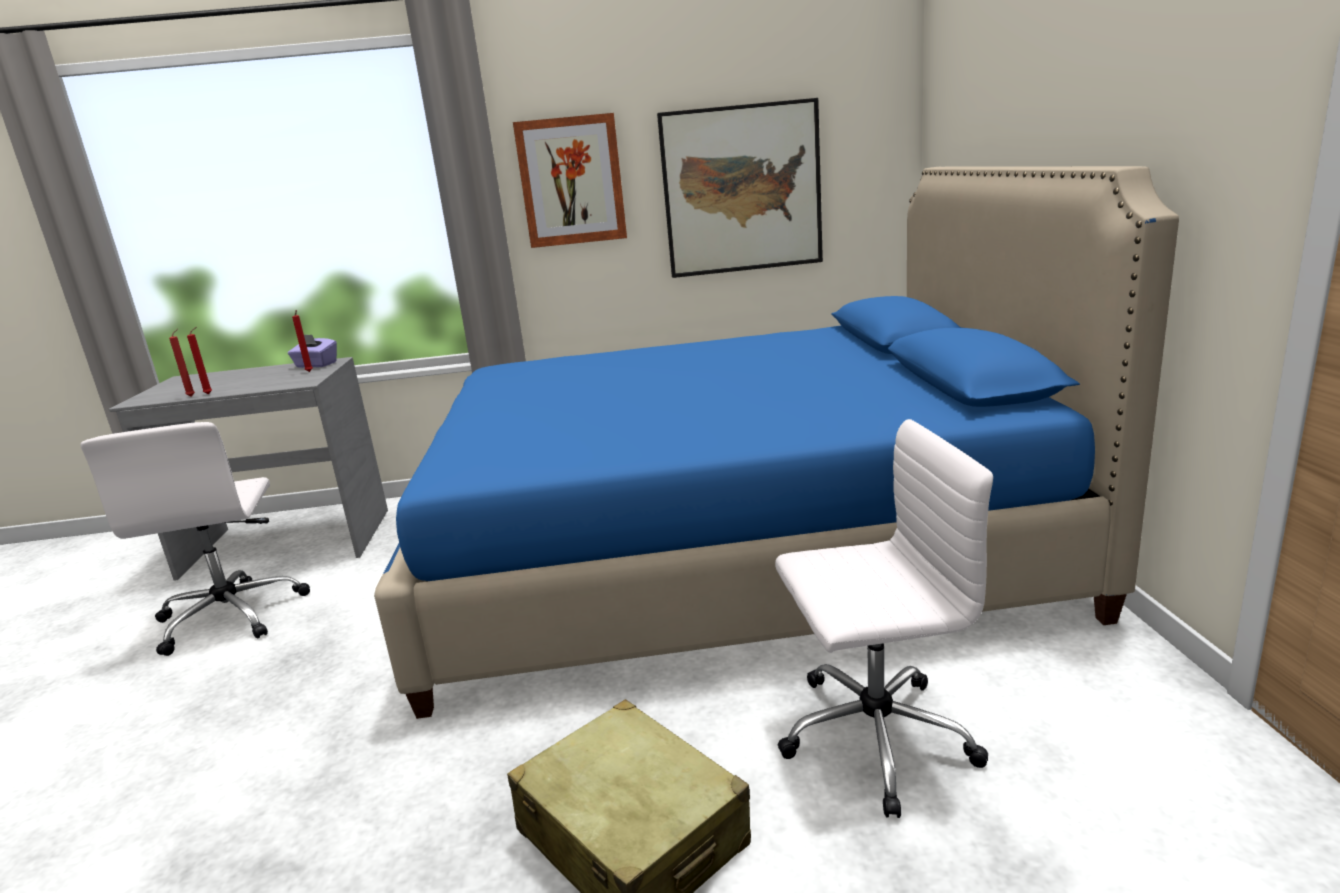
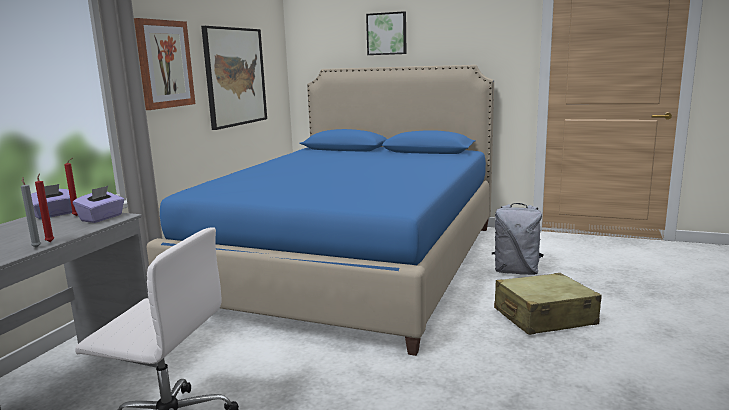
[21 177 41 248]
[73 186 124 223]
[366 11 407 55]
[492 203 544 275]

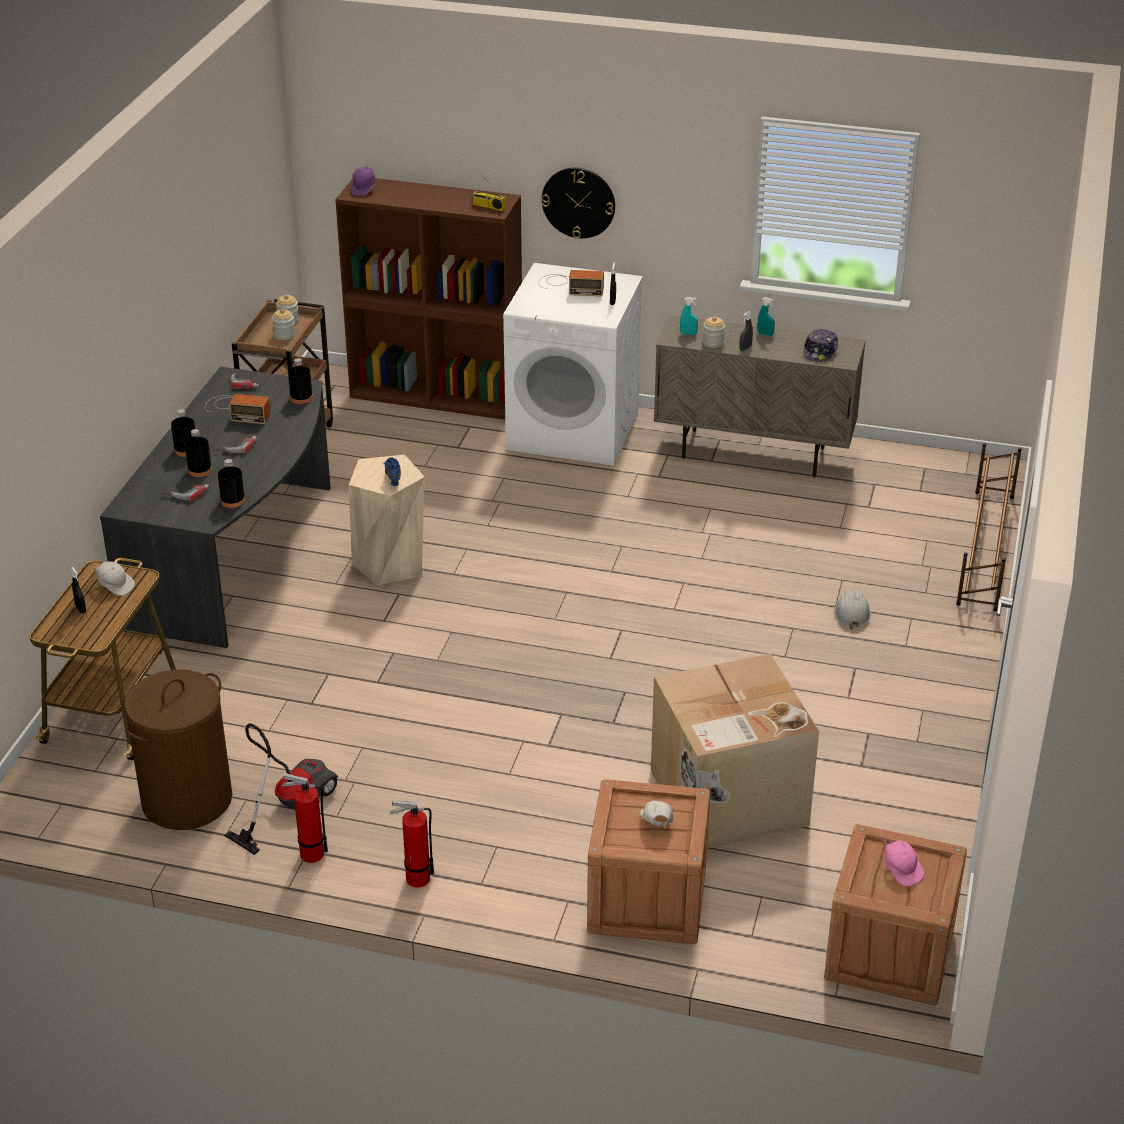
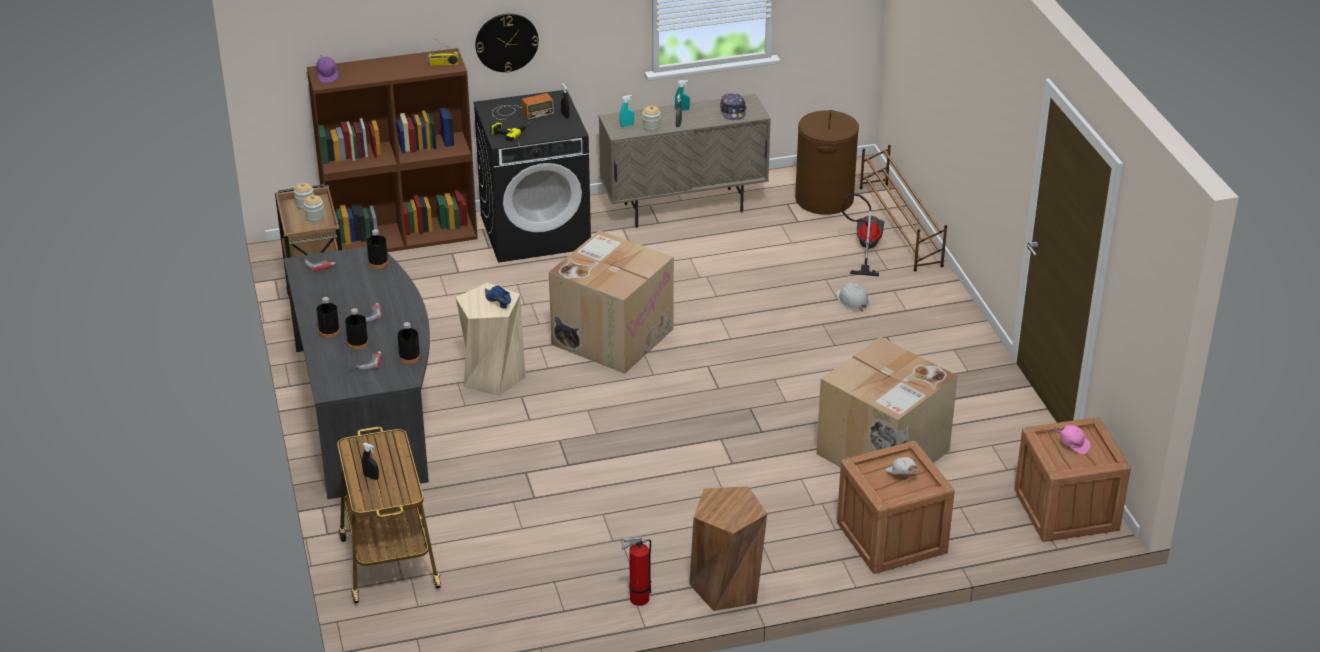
[473 90 591 263]
[490 120 532 142]
[549 230 674 374]
[689 486 767 611]
[795 110 859 215]
[842 194 885 276]
[90 562 135 596] (first image)
[205 394 270 424] (first image)

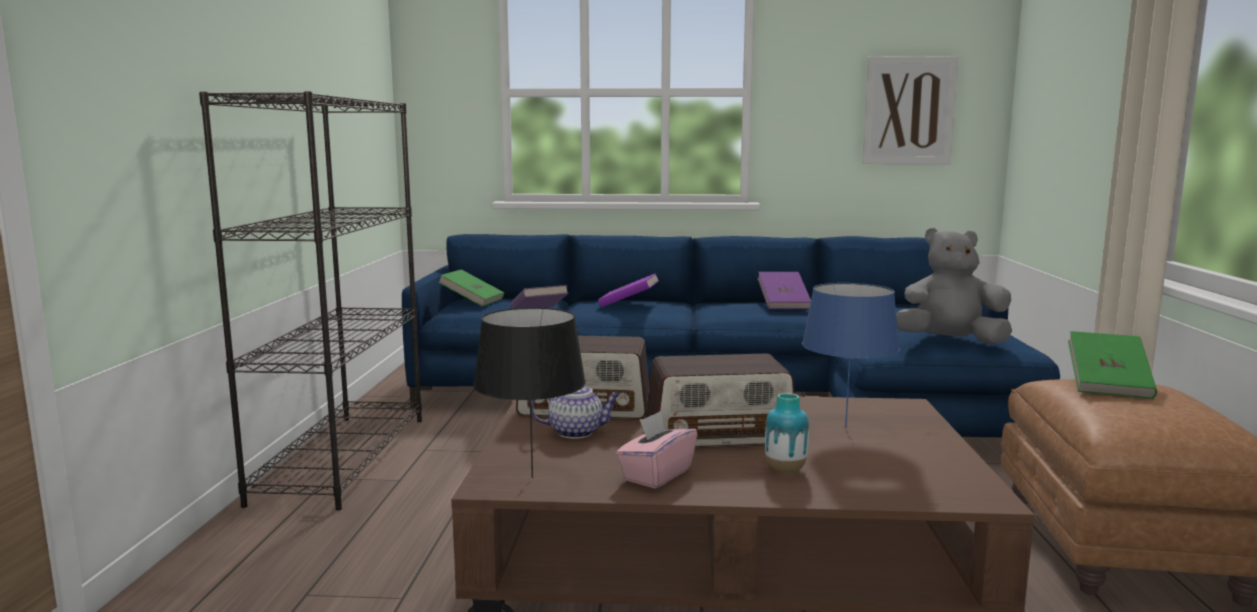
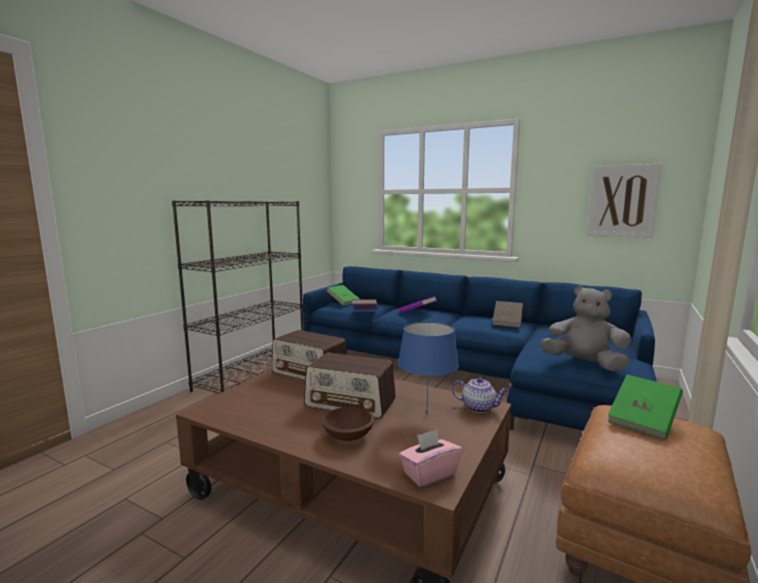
[322 407 374 441]
[399 429 462 487]
[452 377 508 413]
[492 301 523 328]
[473 307 586 478] (first image)

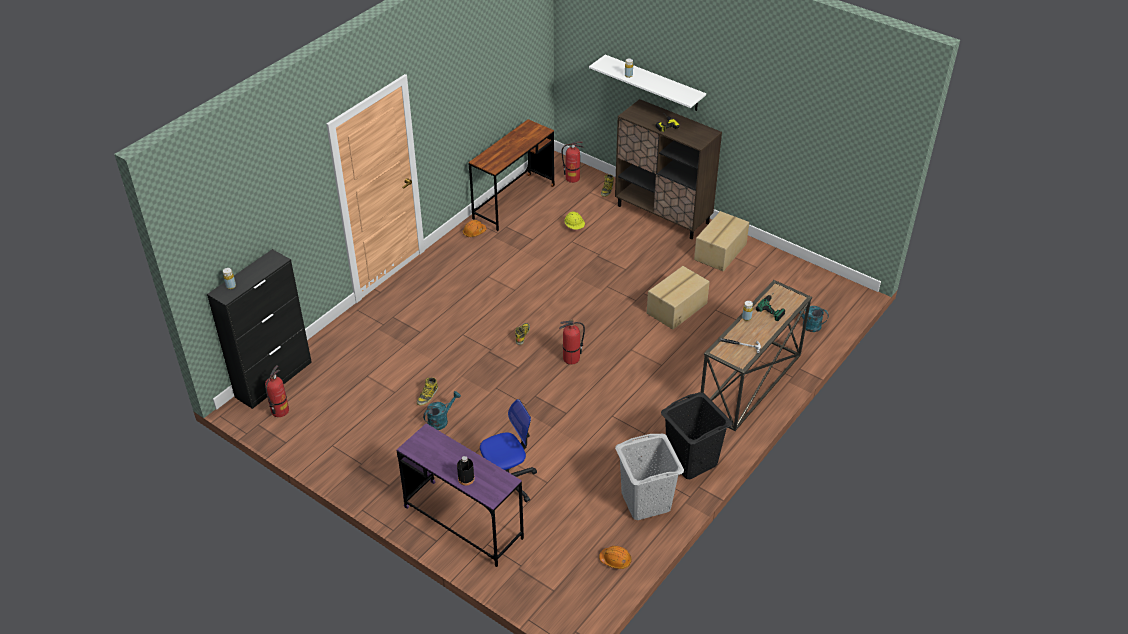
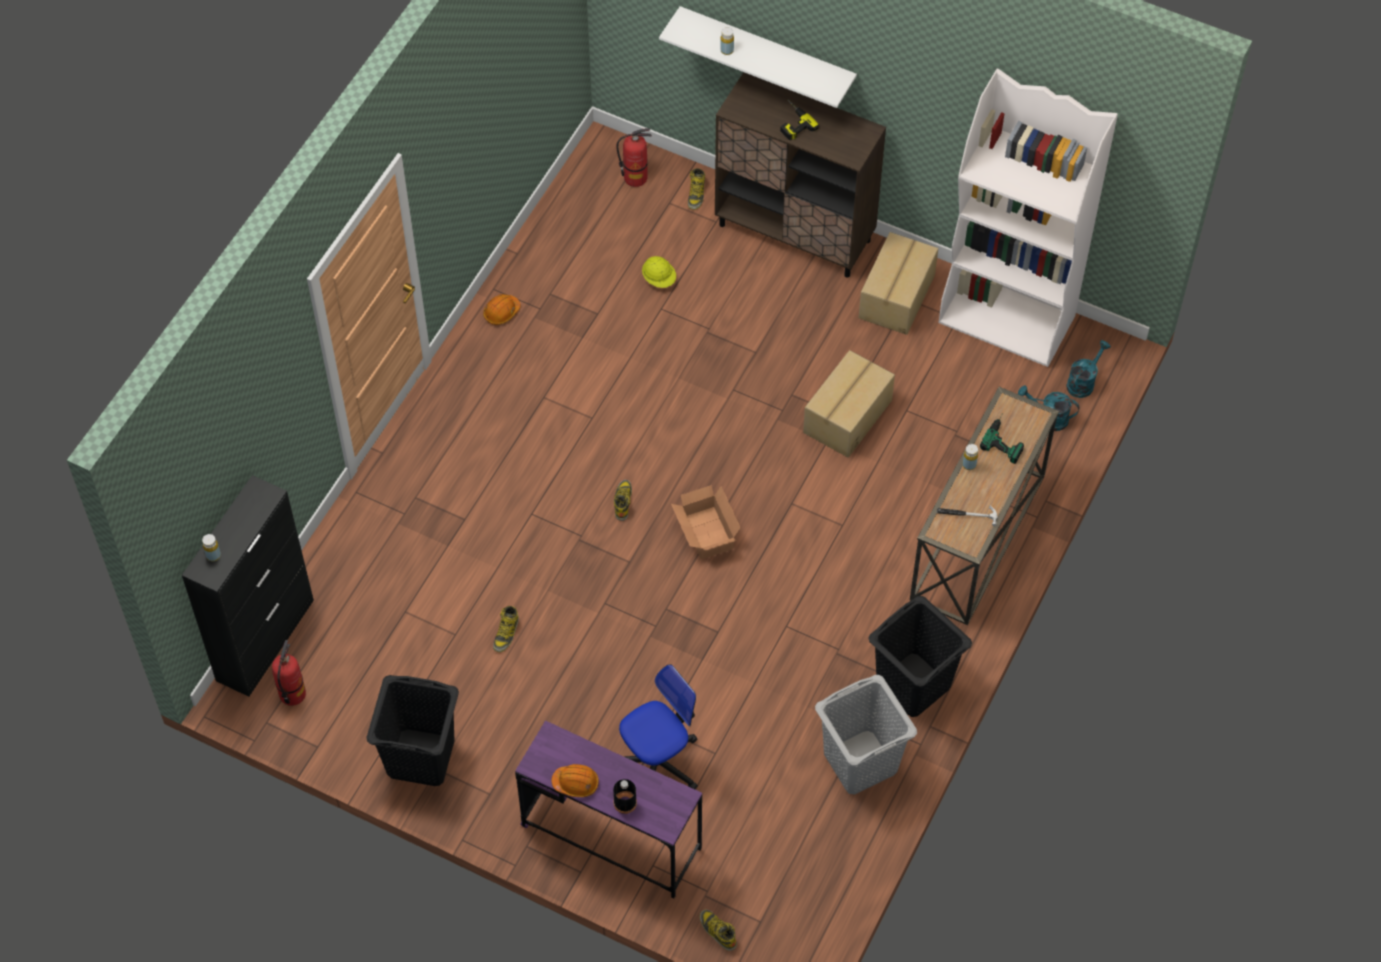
[366 675 459 786]
[551 764 599 797]
[671 485 740 559]
[700 909 737 951]
[938 68 1118 367]
[1066 340 1111 398]
[469 119 555 231] (first image)

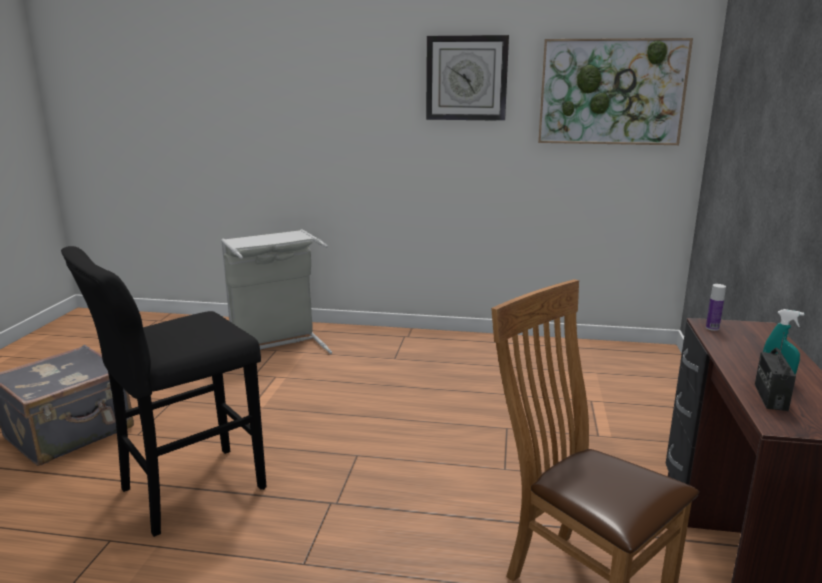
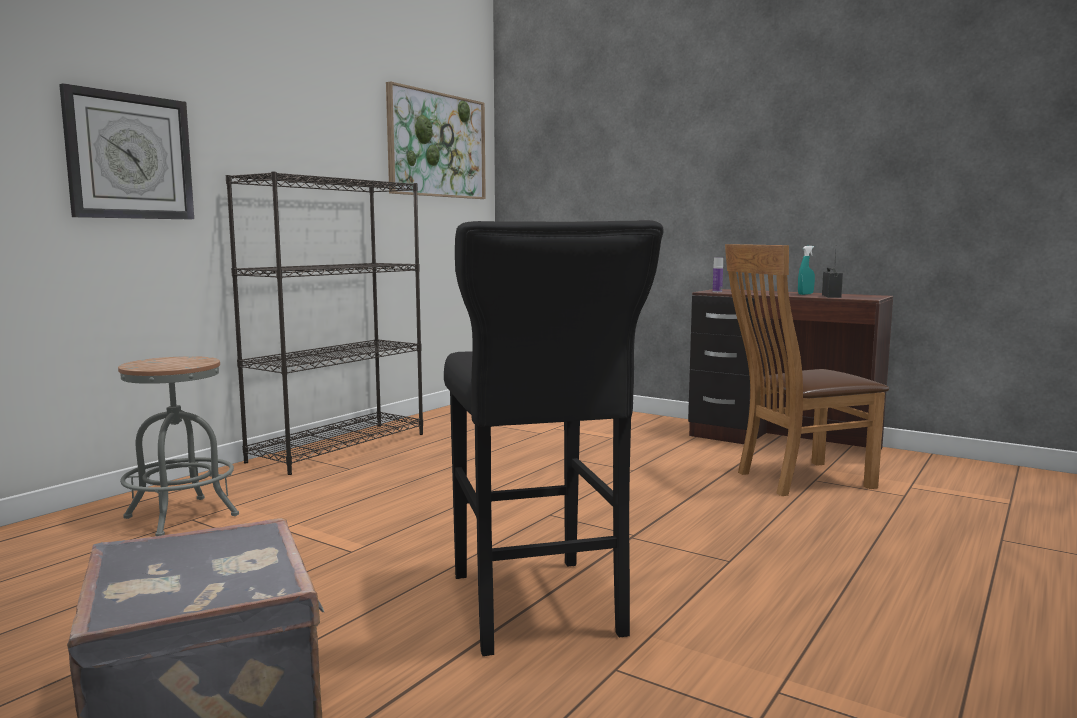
[59 83 194 219]
[118 356 239 536]
[226 172 423 475]
[822 250 843 298]

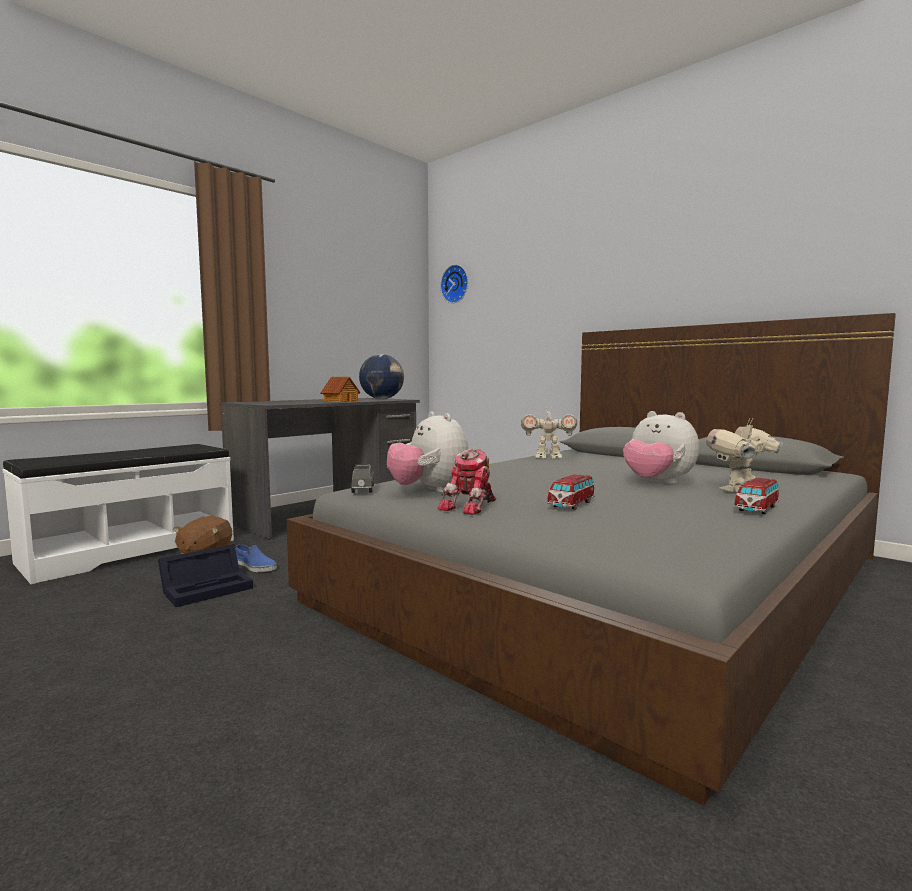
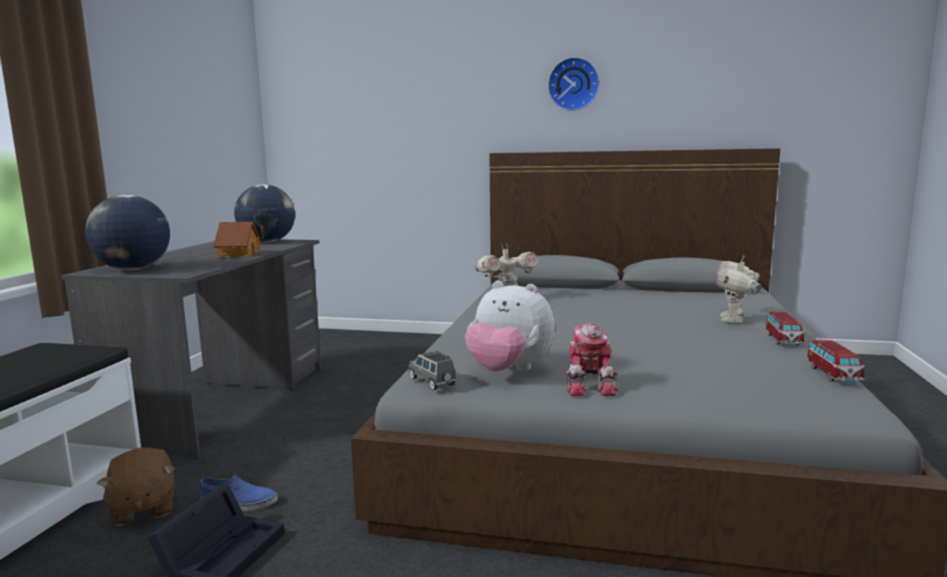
[85 195 170 270]
[548 57 600 111]
[805 340 865 382]
[623 411 699 484] (first image)

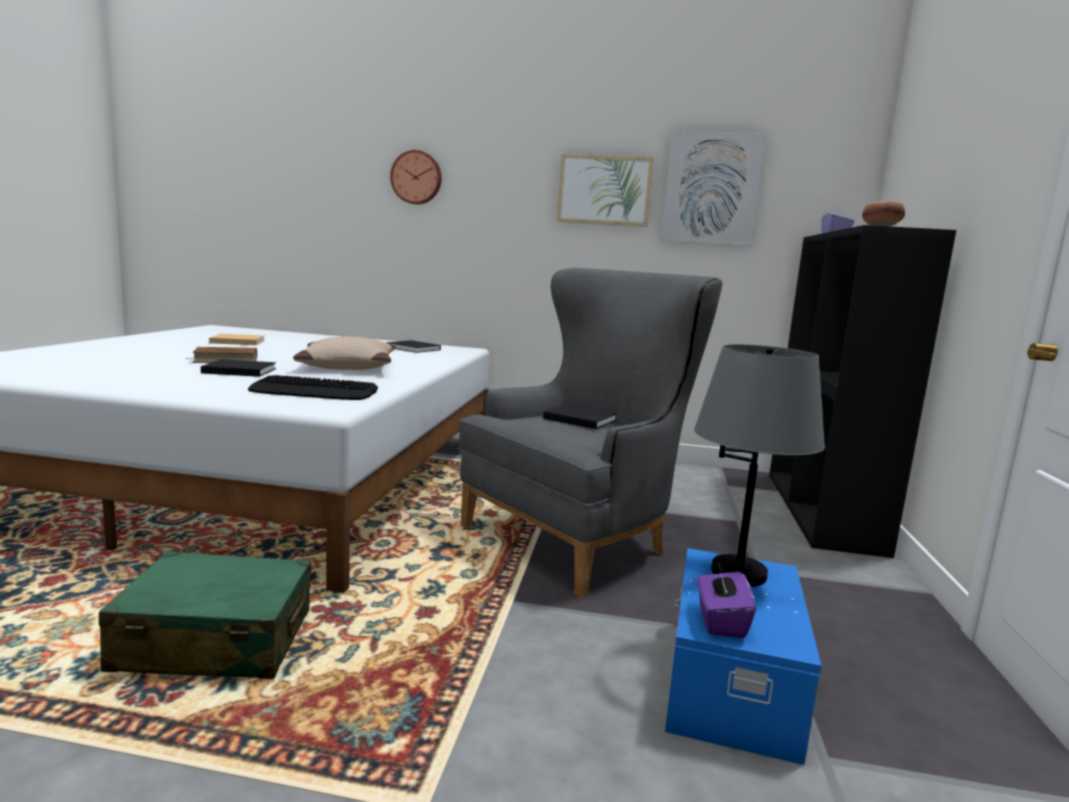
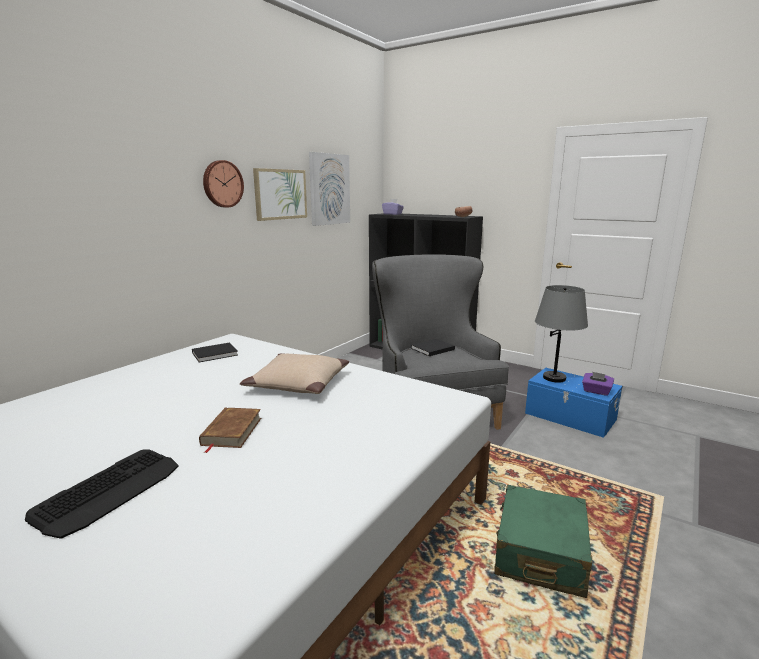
[25 449 179 539]
[203 160 244 208]
[201 359 276 377] (first image)
[209 334 265 345] (first image)

